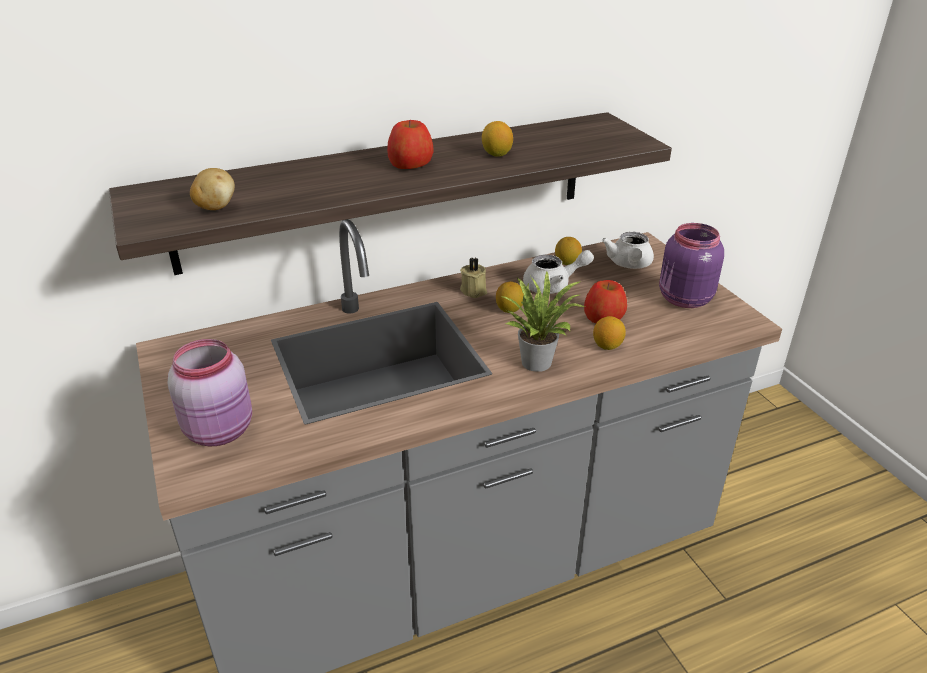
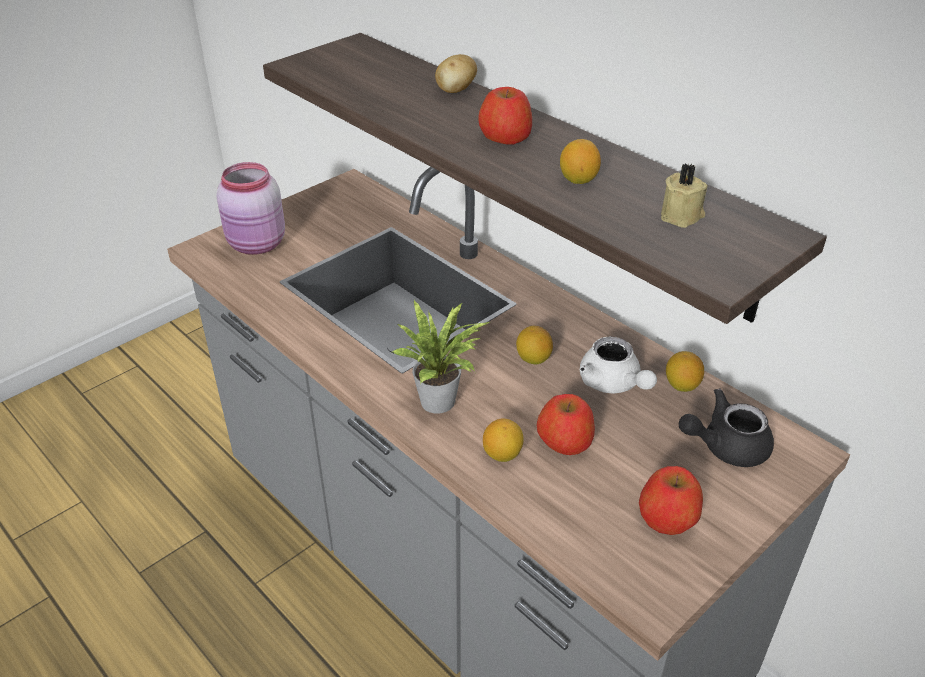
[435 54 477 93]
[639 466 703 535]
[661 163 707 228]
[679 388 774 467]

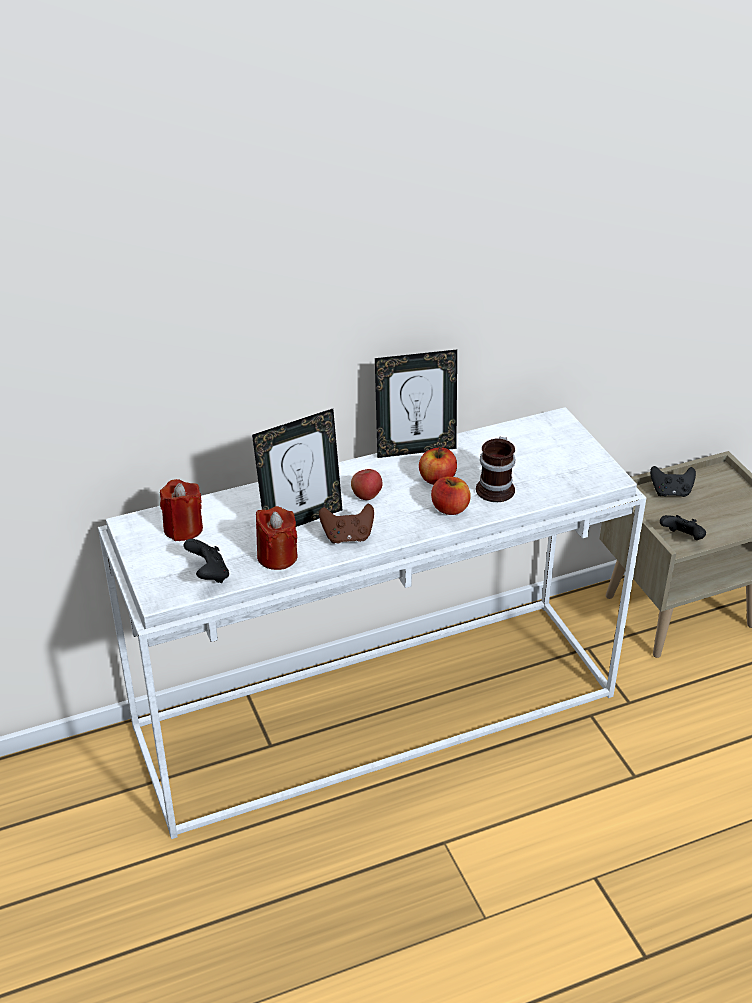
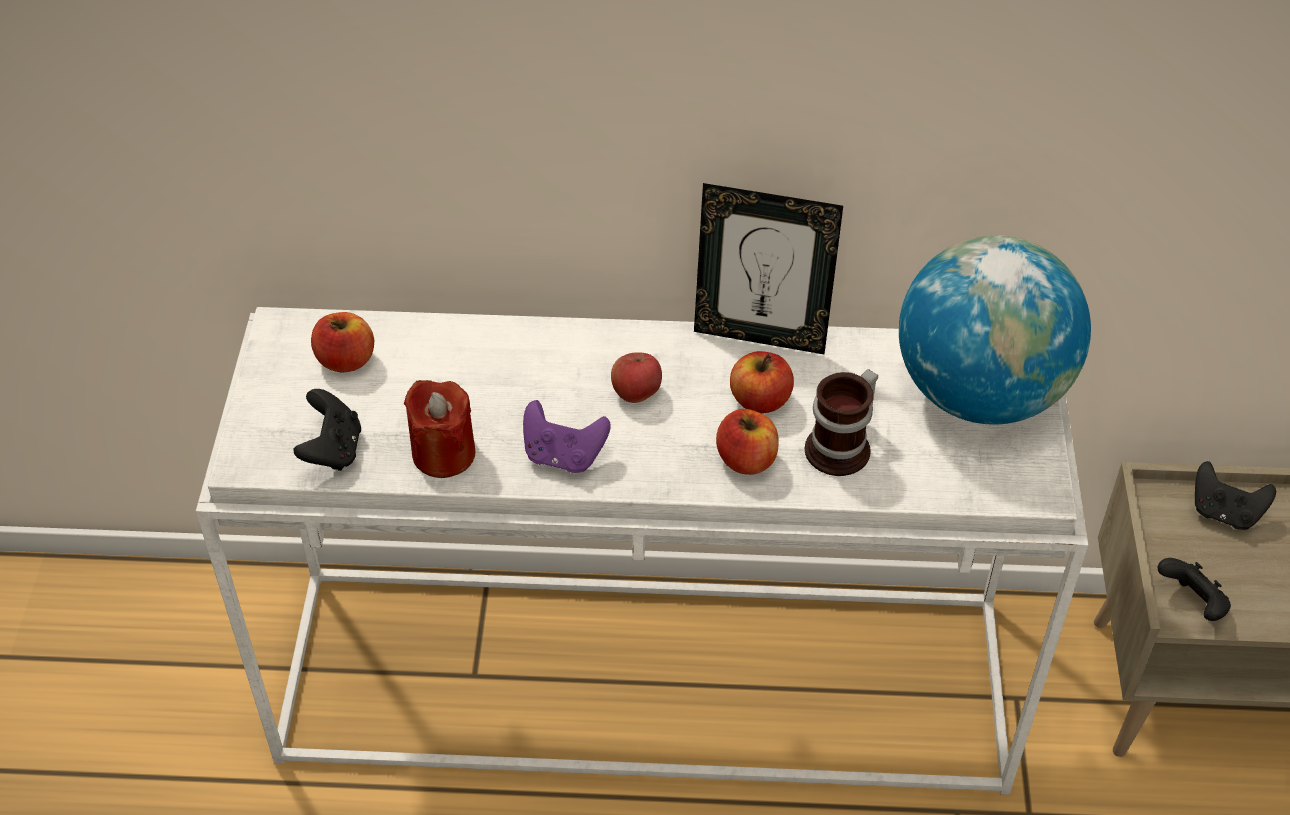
[311 312 374 372]
[523 400 611 473]
[899 235 1091 425]
[252 409 342 527] (first image)

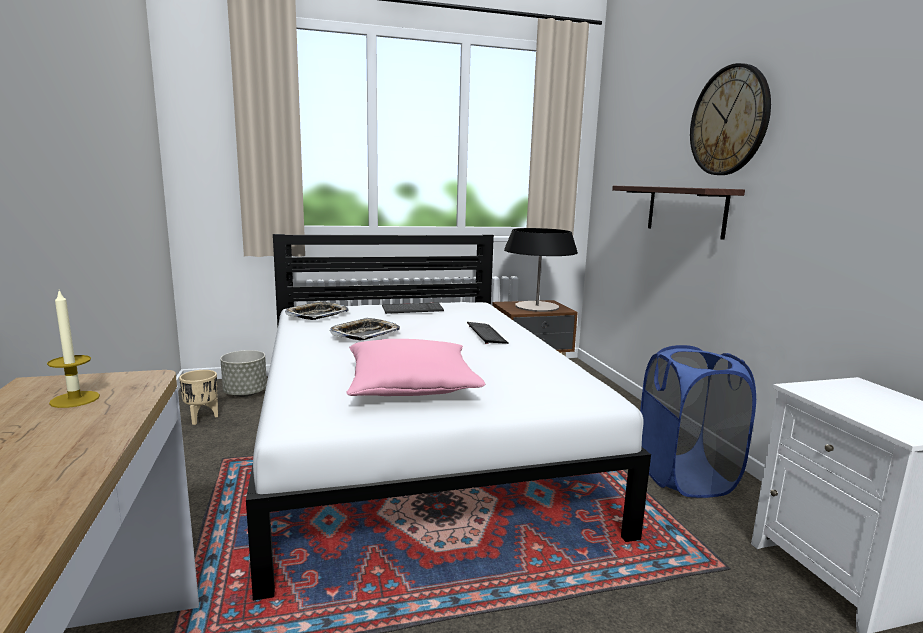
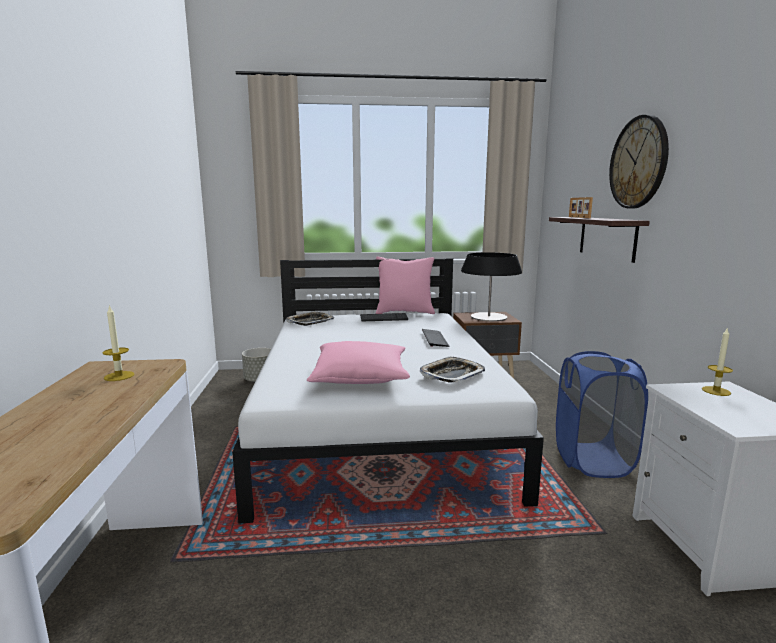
[376 256 435 314]
[420 356 485 382]
[569 197 593 218]
[702 327 733 396]
[179 370 218 425] (first image)

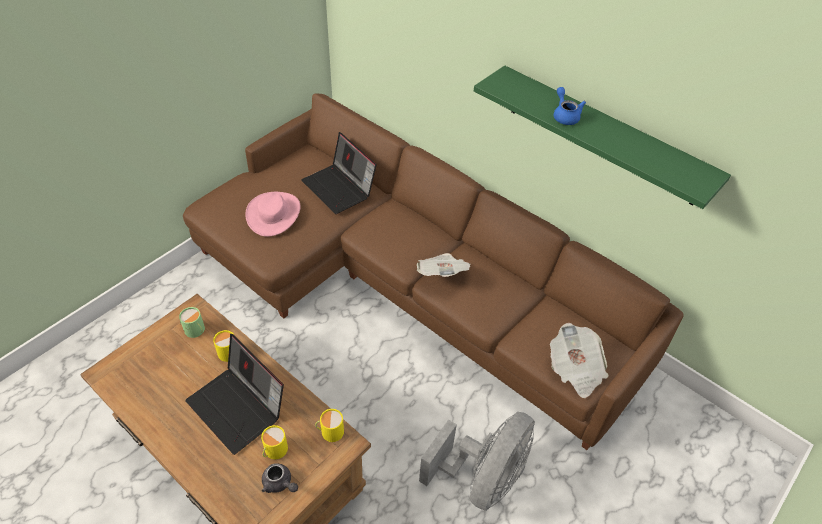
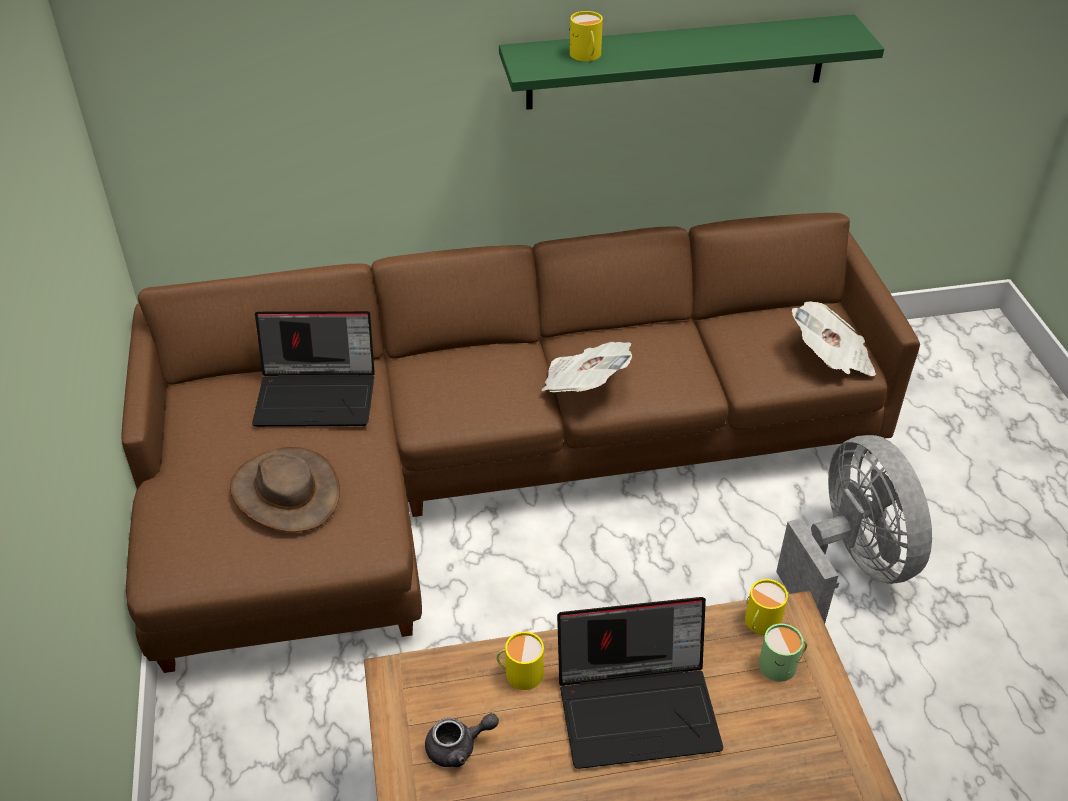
[230 447 340 532]
[425 713 499 767]
[569 11 603 61]
[759 623 807 682]
[554 87 586 125] (first image)

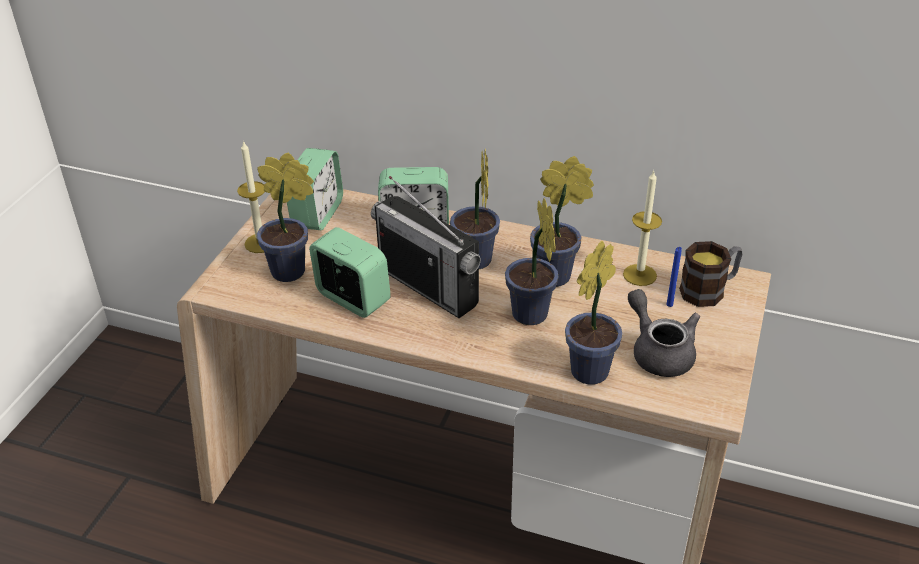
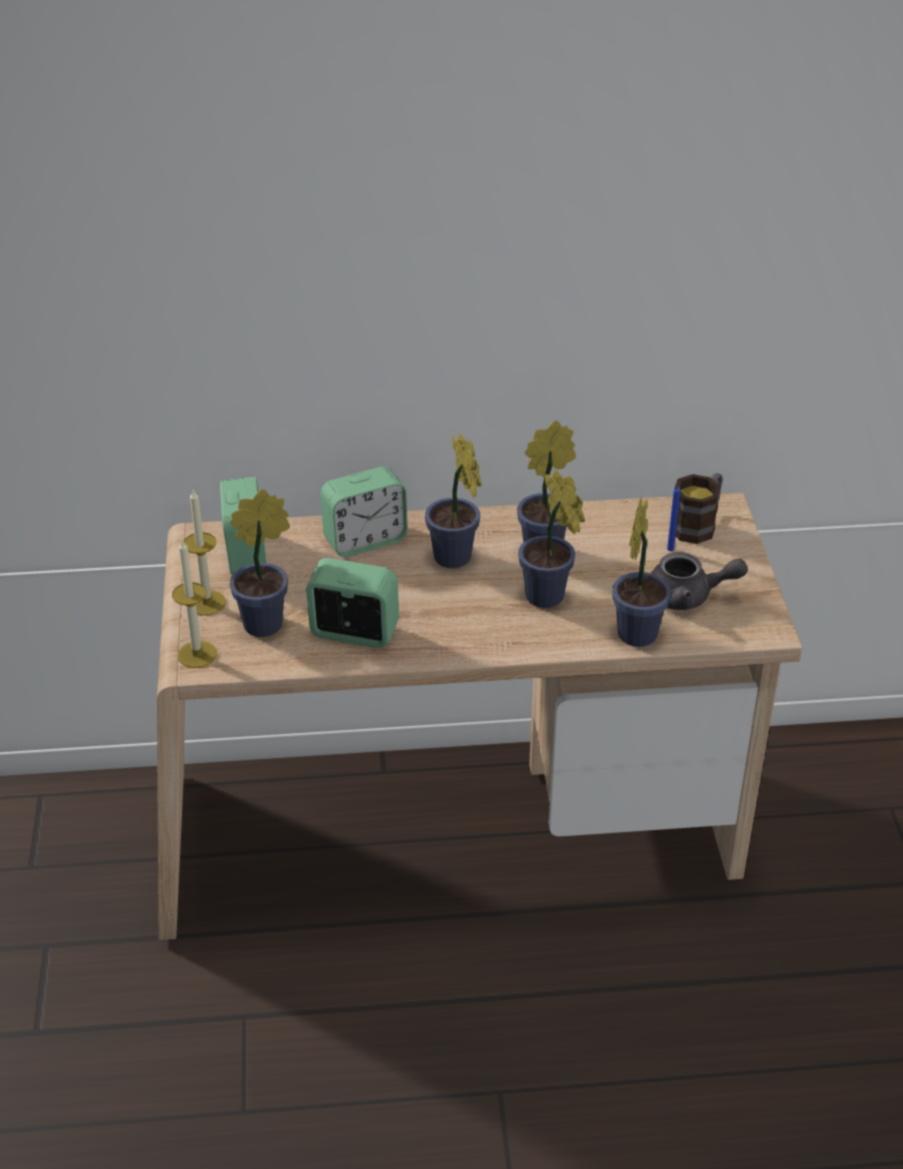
[172 540 217 668]
[650 552 748 610]
[371 176 481 318] (first image)

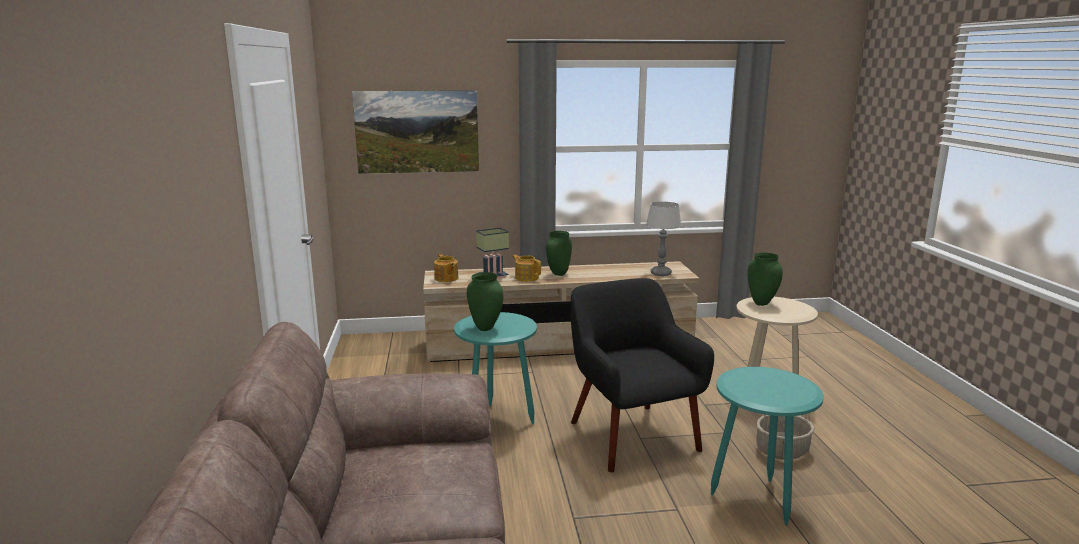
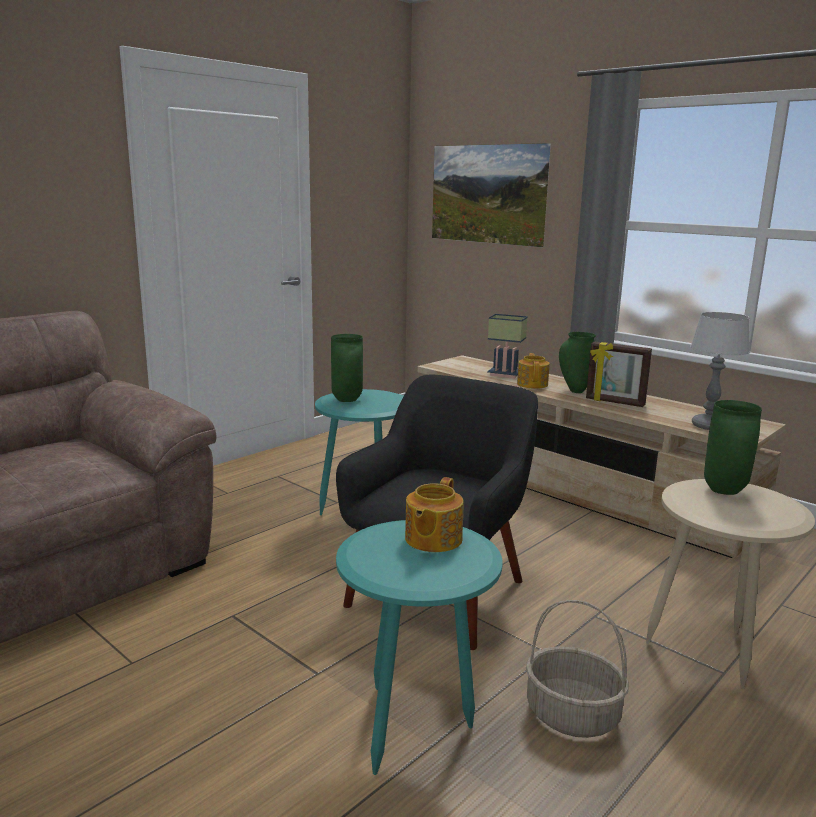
[405 477 464 552]
[586 341 652 407]

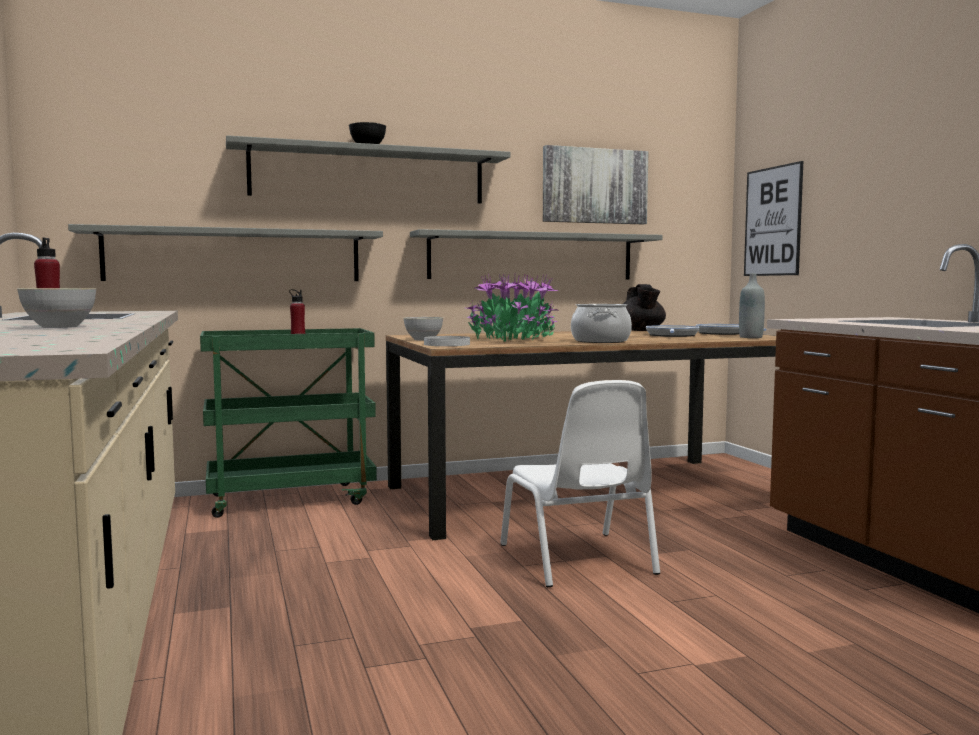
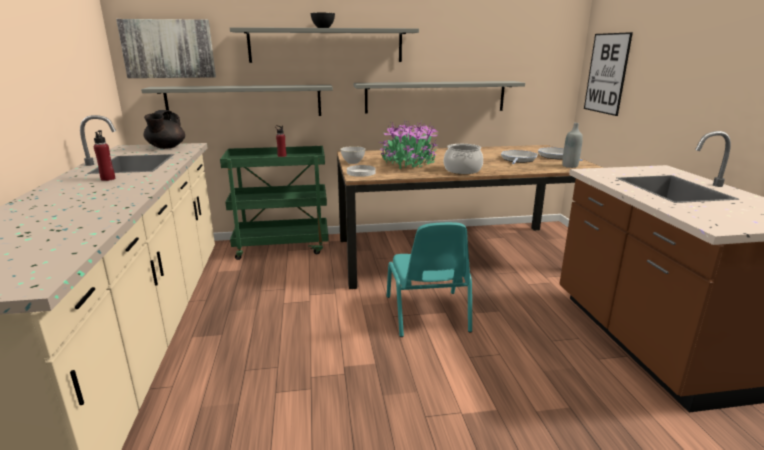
[116 19 216 78]
[143 110 185 149]
[387 222 472 337]
[17 288 96 328] (first image)

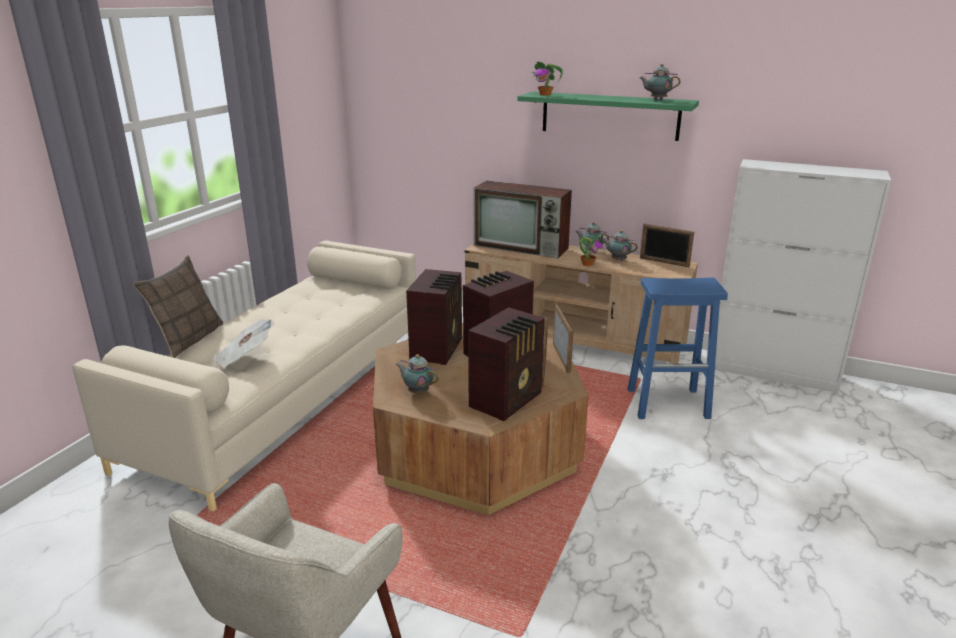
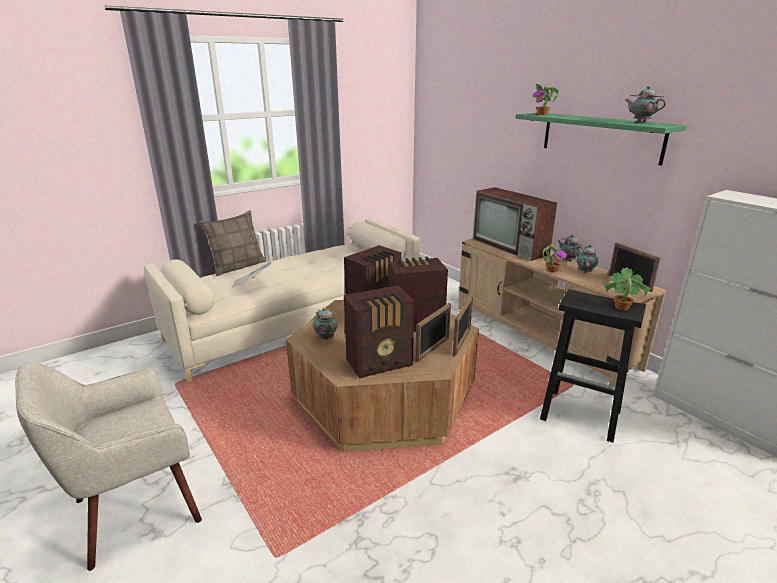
[540 289 646 443]
[577 244 599 273]
[603 267 650 310]

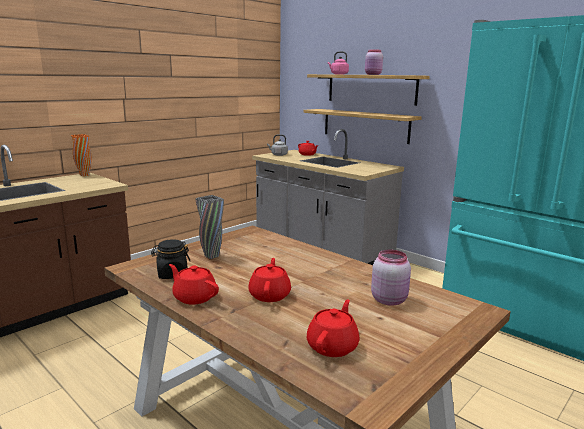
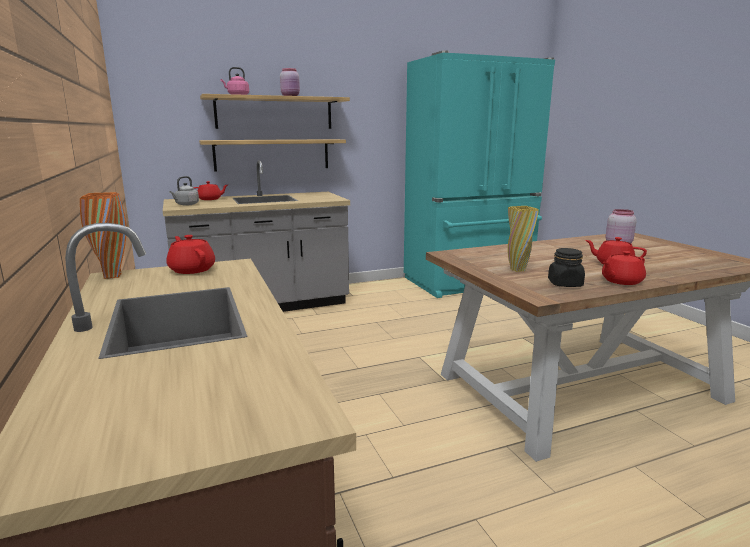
[166 235 215 274]
[508 206 539 272]

